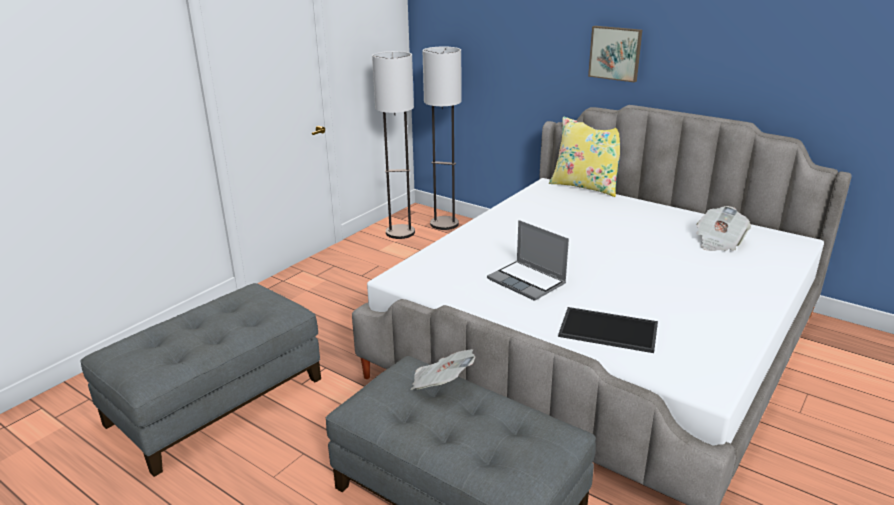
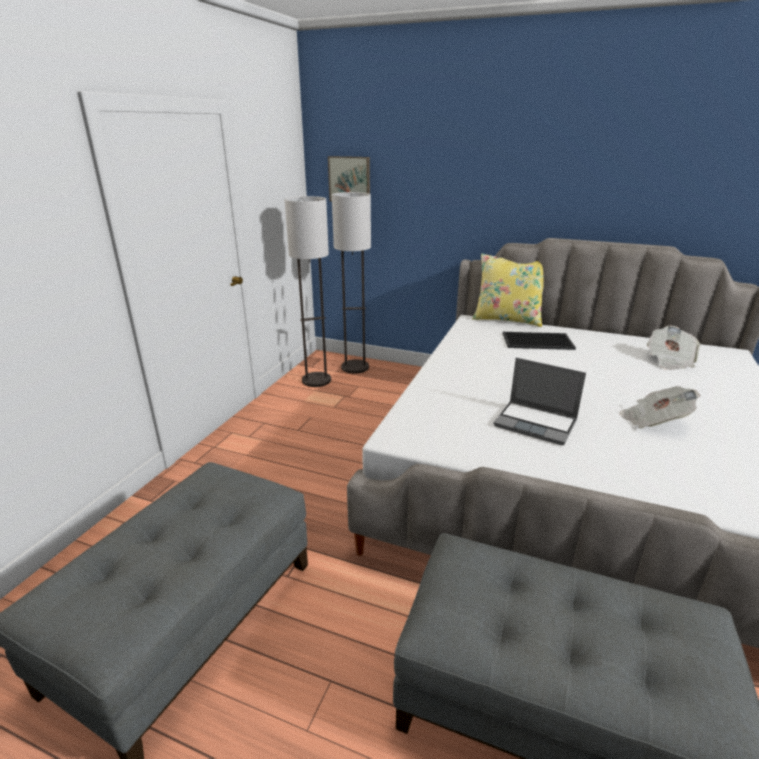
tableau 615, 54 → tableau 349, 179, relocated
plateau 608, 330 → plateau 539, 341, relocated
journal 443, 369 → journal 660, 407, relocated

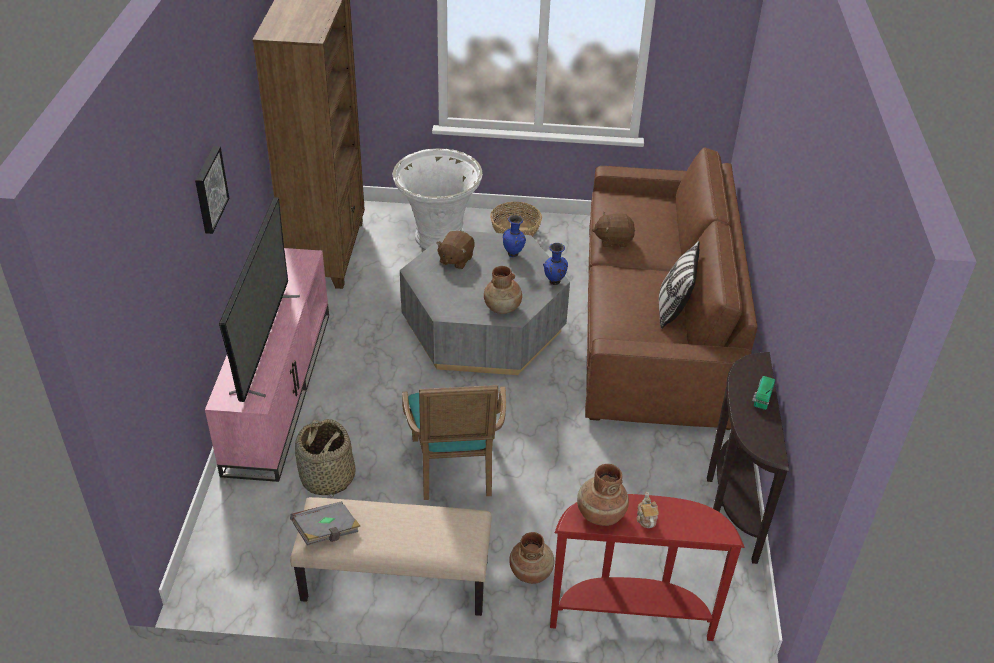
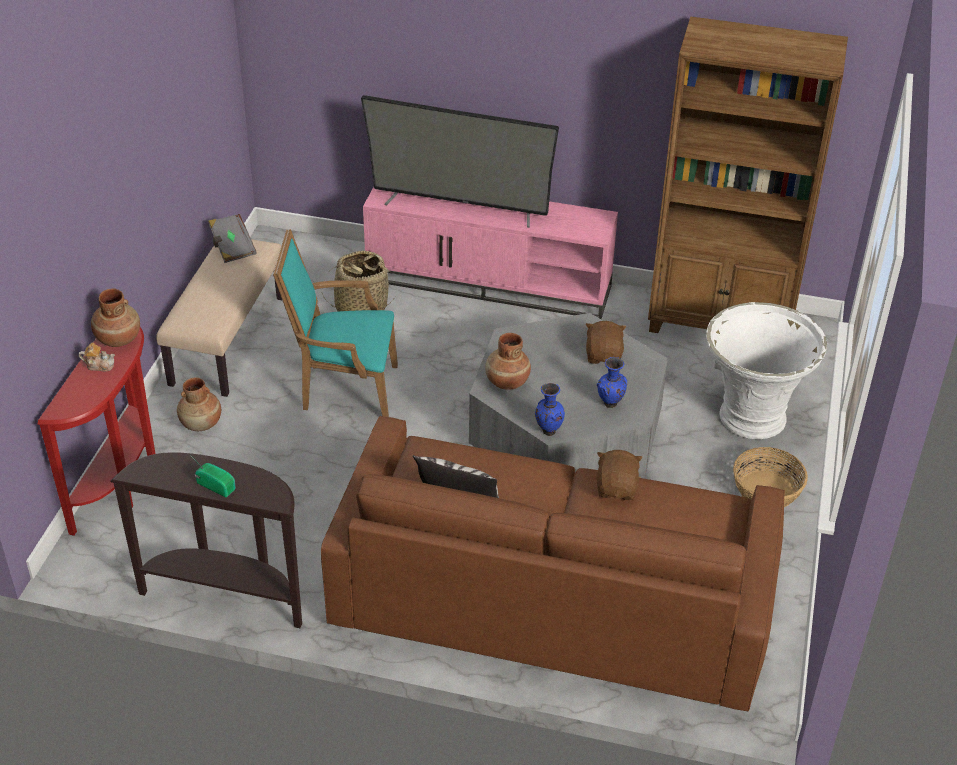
tableau 212, 190 → -
peluche [marron] 455, 250 → peluche [marron] 605, 342, 60 degrees clockwise

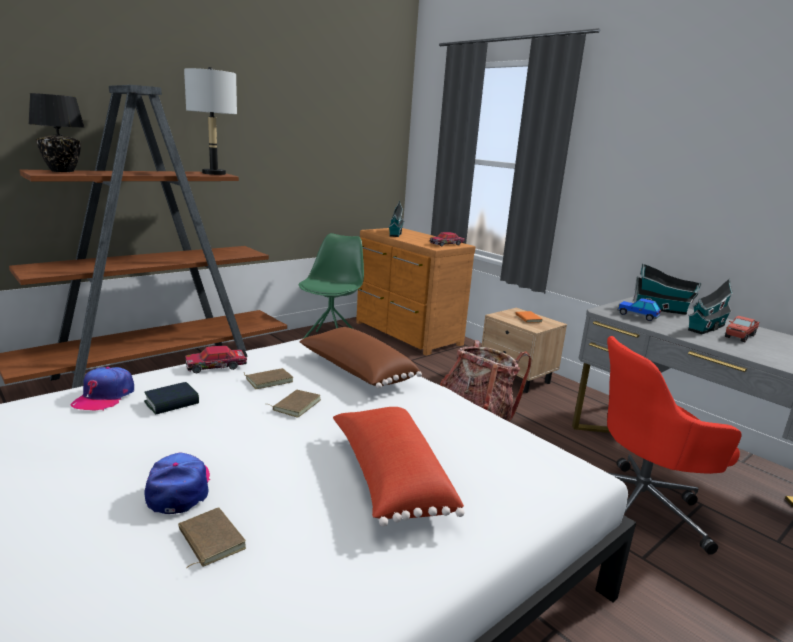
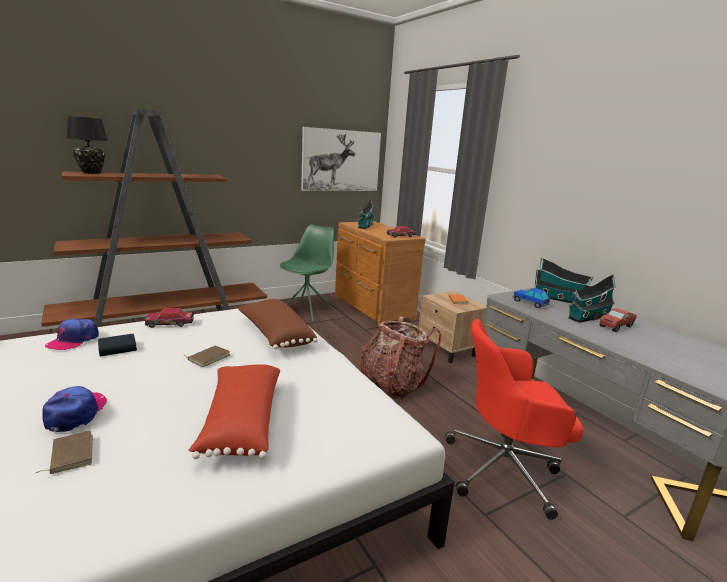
lampe de table [gris] 210, 121 → -
livre [marron] 268, 378 → -
- → tableau 341, 159

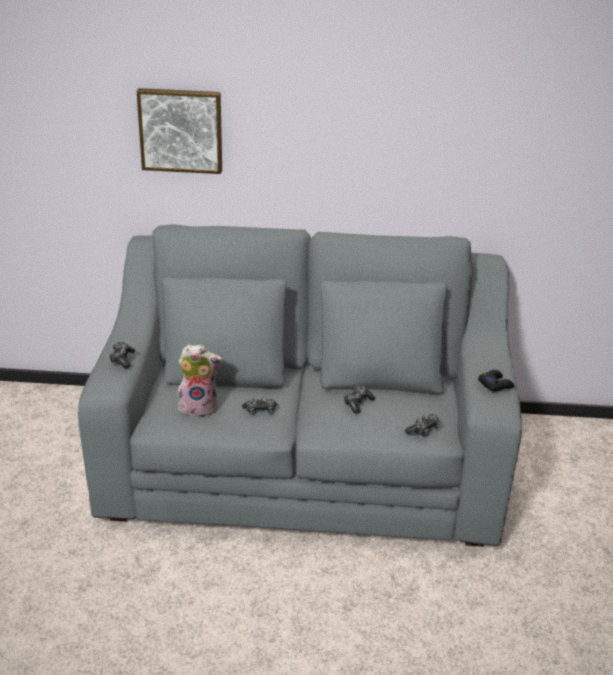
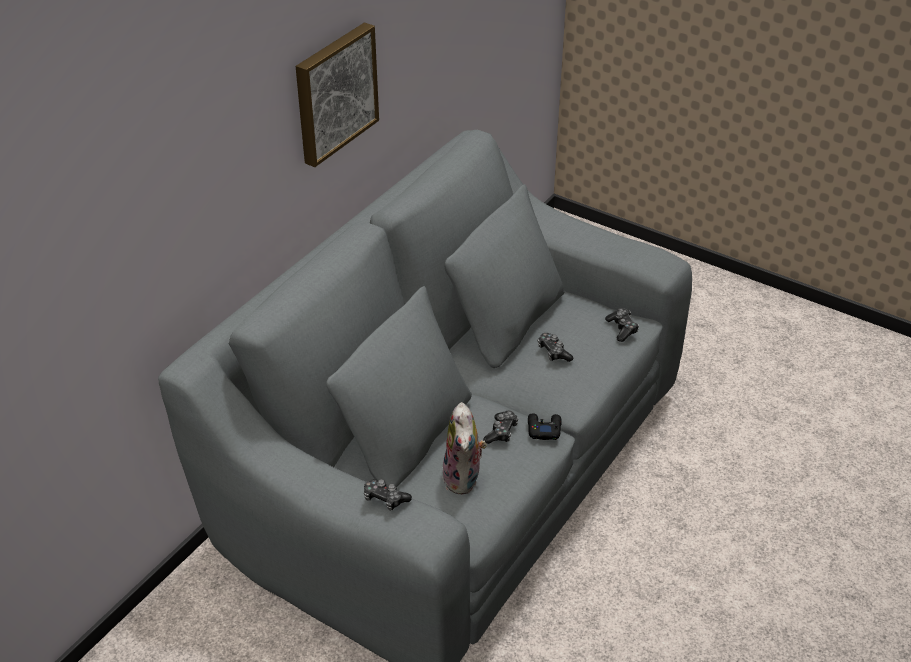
tableau 179, 131 → tableau 337, 95, relocated
peluche 199, 381 → peluche 464, 448, 150 degrees clockwise
manette [noir] 496, 381 → manette [noir] 545, 426, relocated

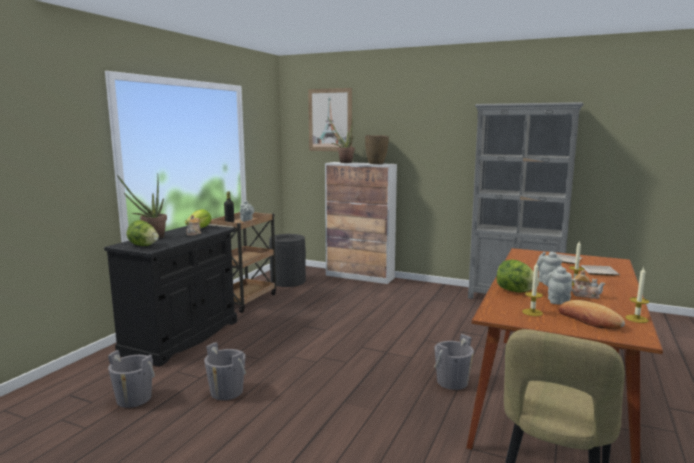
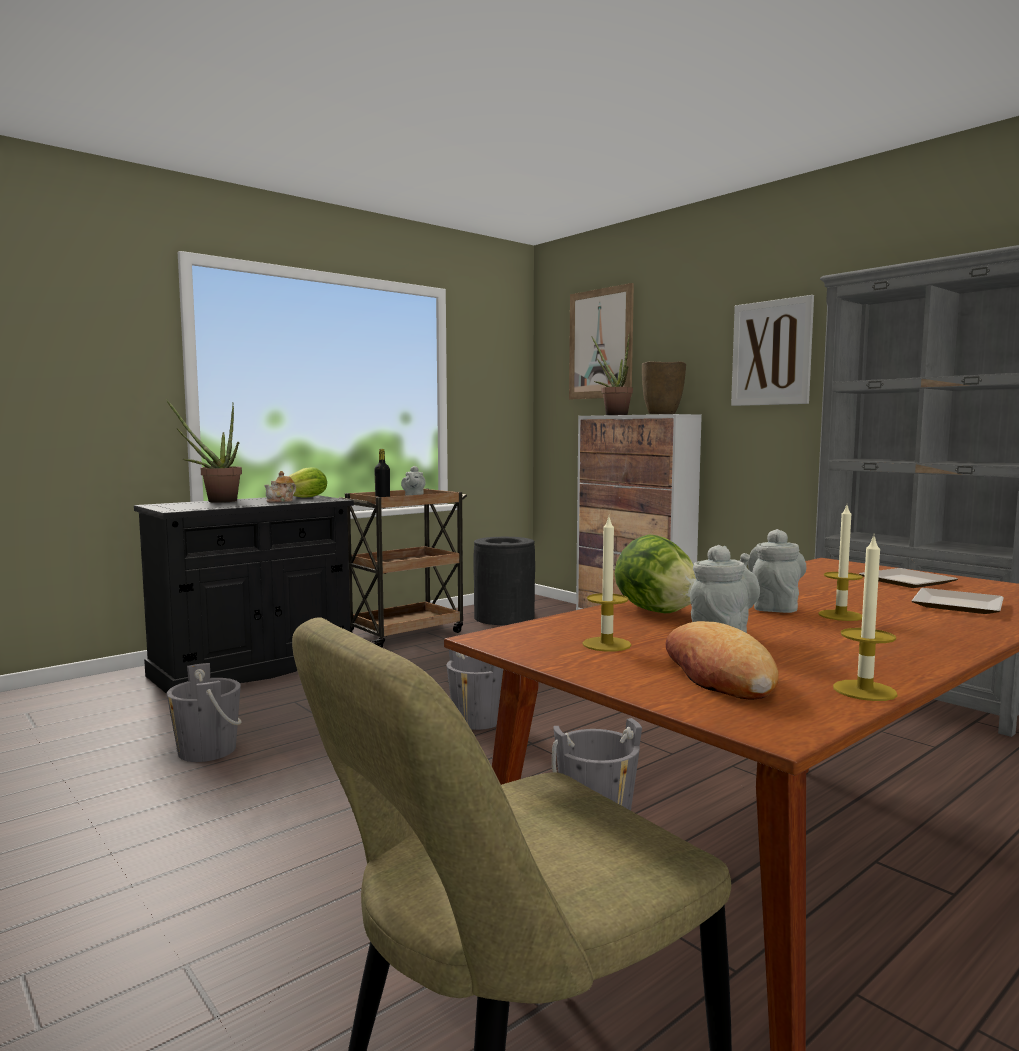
laitue 143, 233 → -
théière 589, 284 → -
seau [gris] 131, 379 → seau [gris] 474, 689, relocated
- → tableau 772, 350

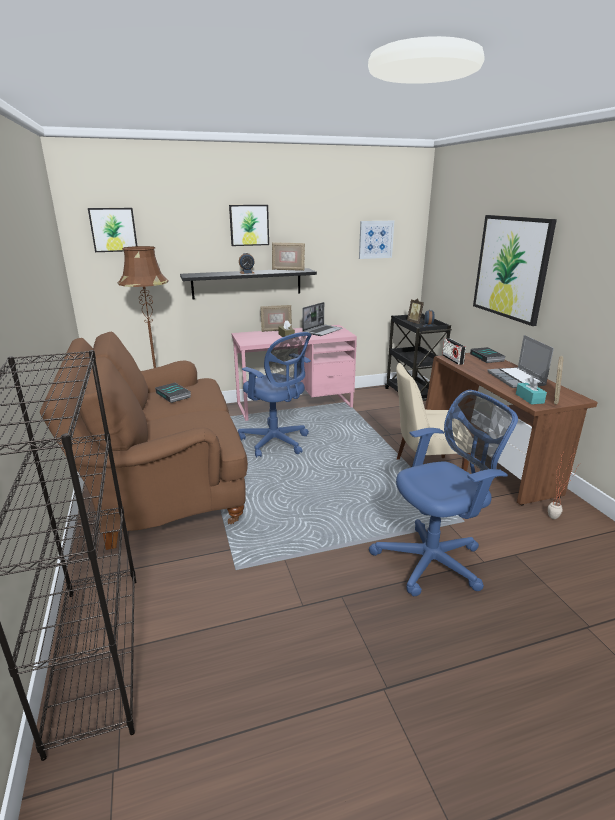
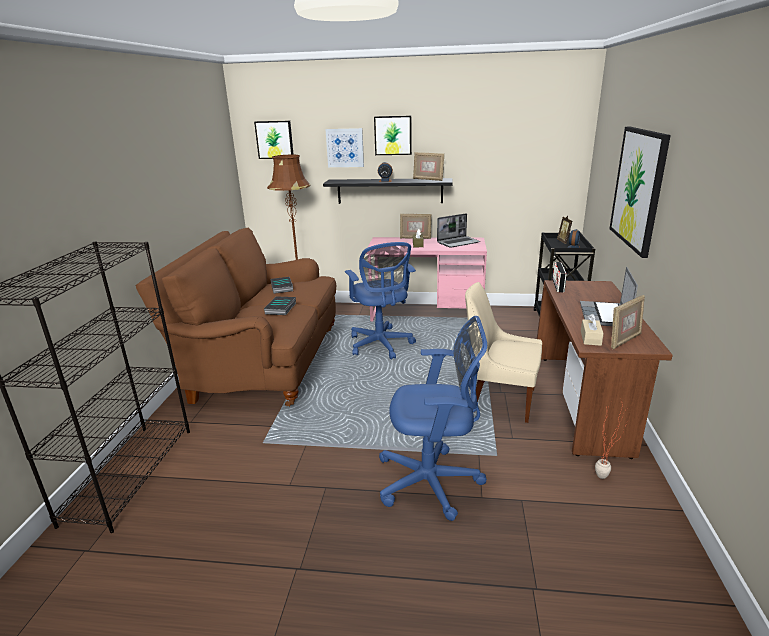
tableau 376, 240 → tableau 345, 147, relocated
livre 487, 355 → livre 280, 305, relocated
boîte à mouchoirs [turquoise] 531, 391 → boîte à mouchoirs [beige] 592, 330

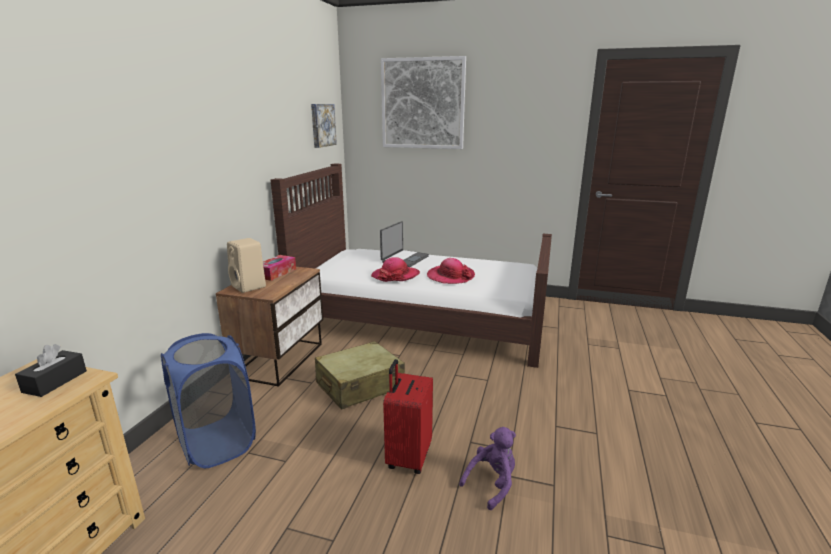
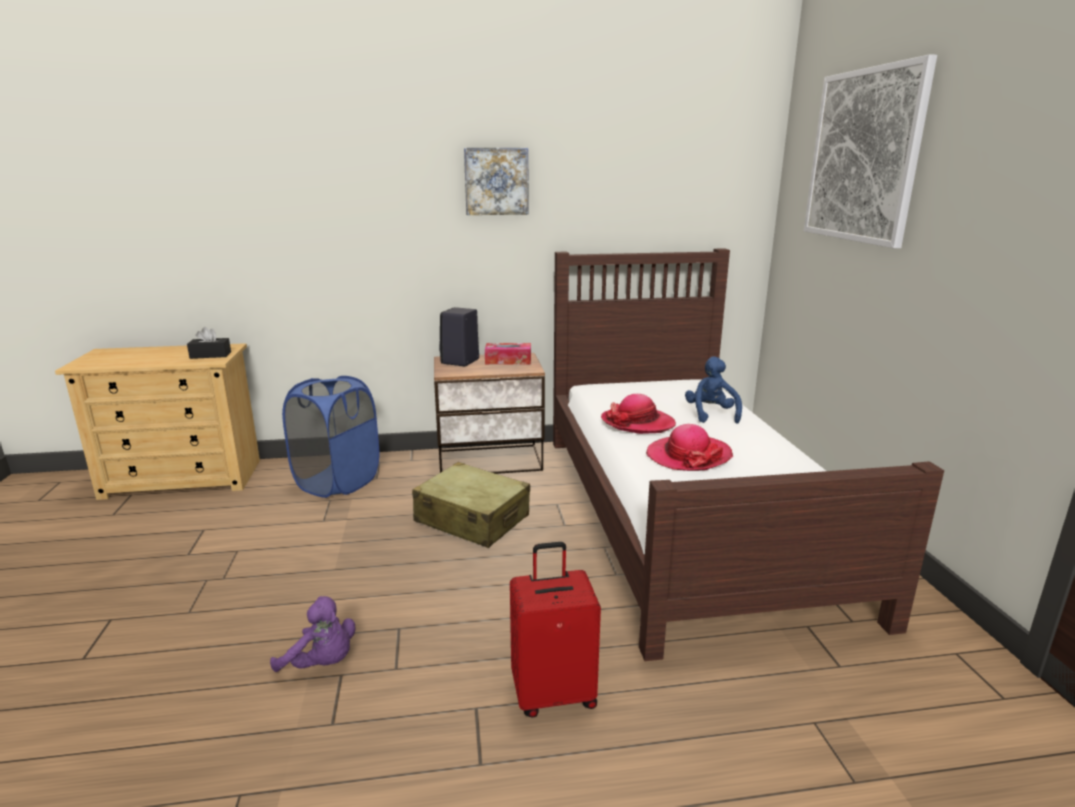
tableau 324, 126 → tableau 496, 181, relocated
ordinateur portable 404, 244 → peluche [bleu] 713, 390
enceinte [beige] 246, 265 → enceinte [noir] 459, 336
valise [rouge] 408, 416 → valise [rouge] 555, 630, relocated

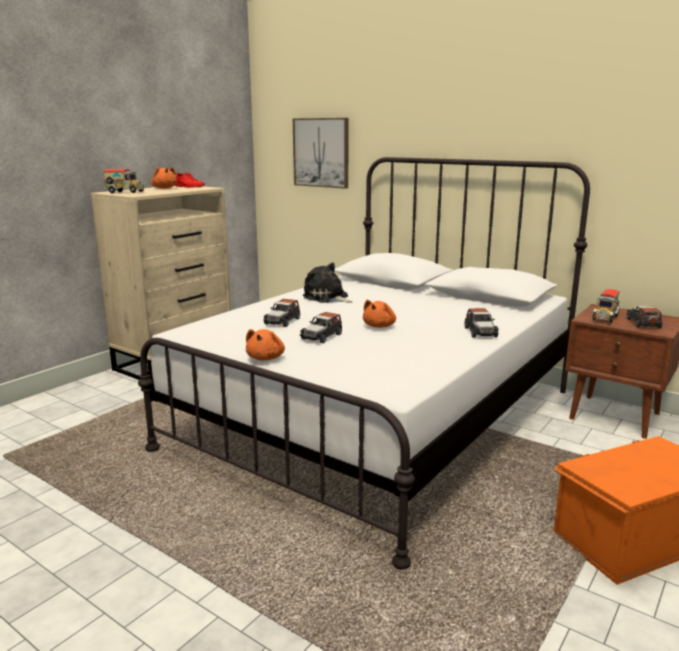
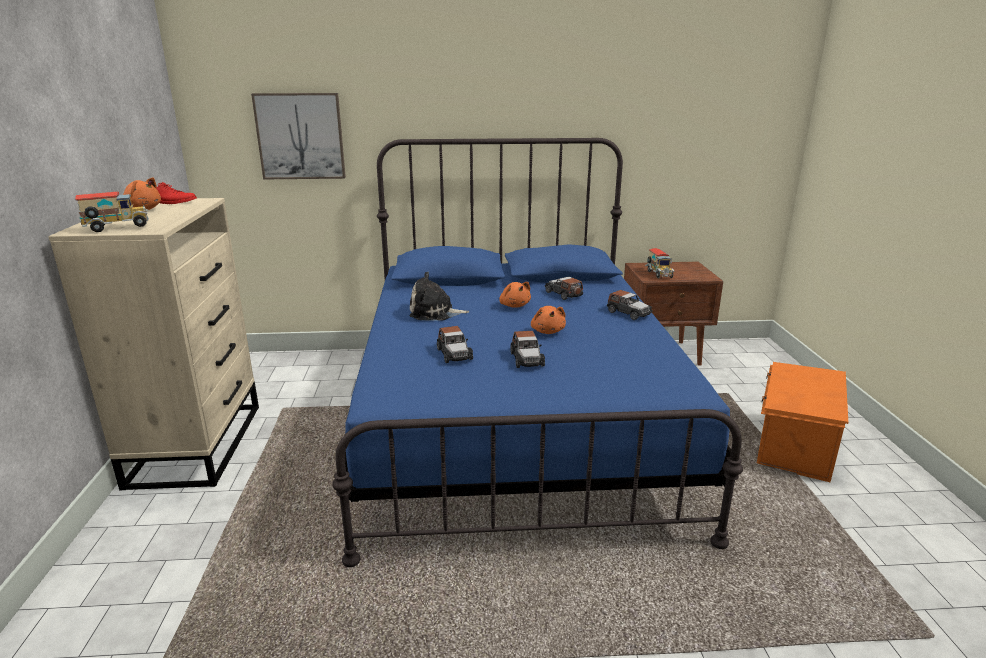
lit [blanc] 364, 363 → lit [bleu] 537, 352
petite voiture 644, 317 → petite voiture 564, 288, relocated
peluche [orange] 265, 344 → peluche [orange] 515, 295, relocated

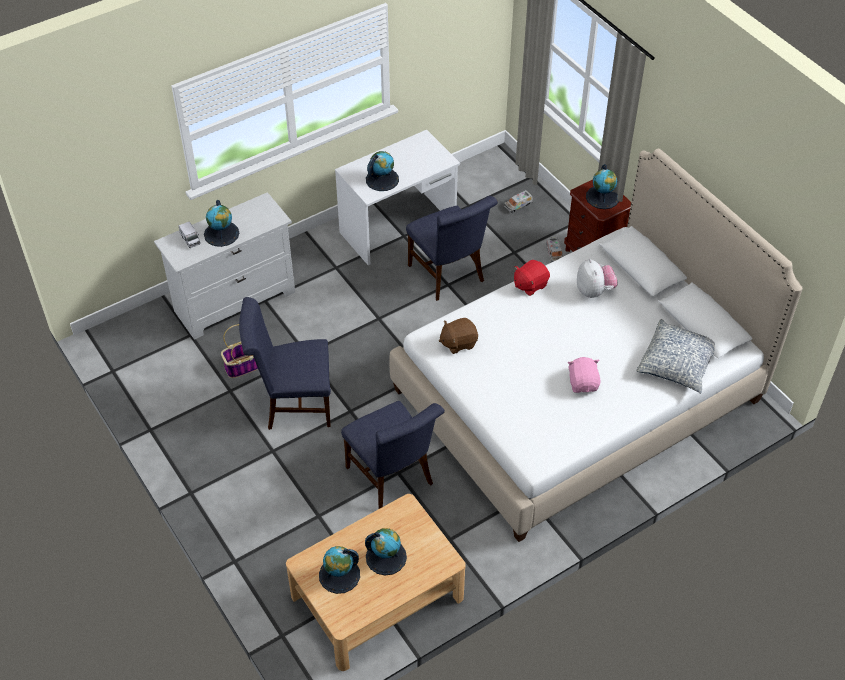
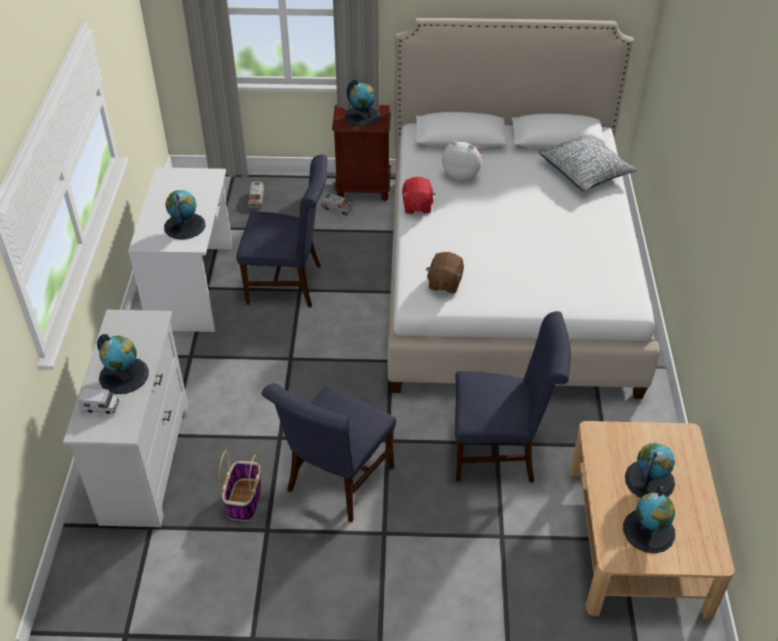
peluche [rose] 584, 375 → -

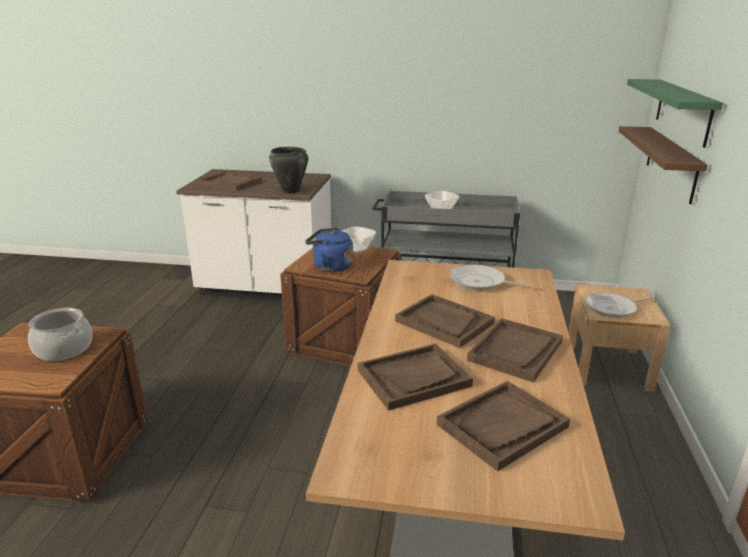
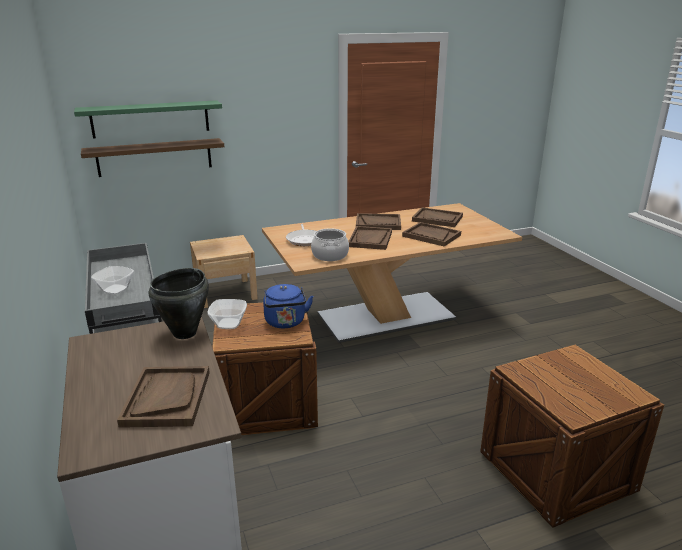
poêle 619, 305 → -
marmite 60, 334 → marmite 330, 244, relocated

